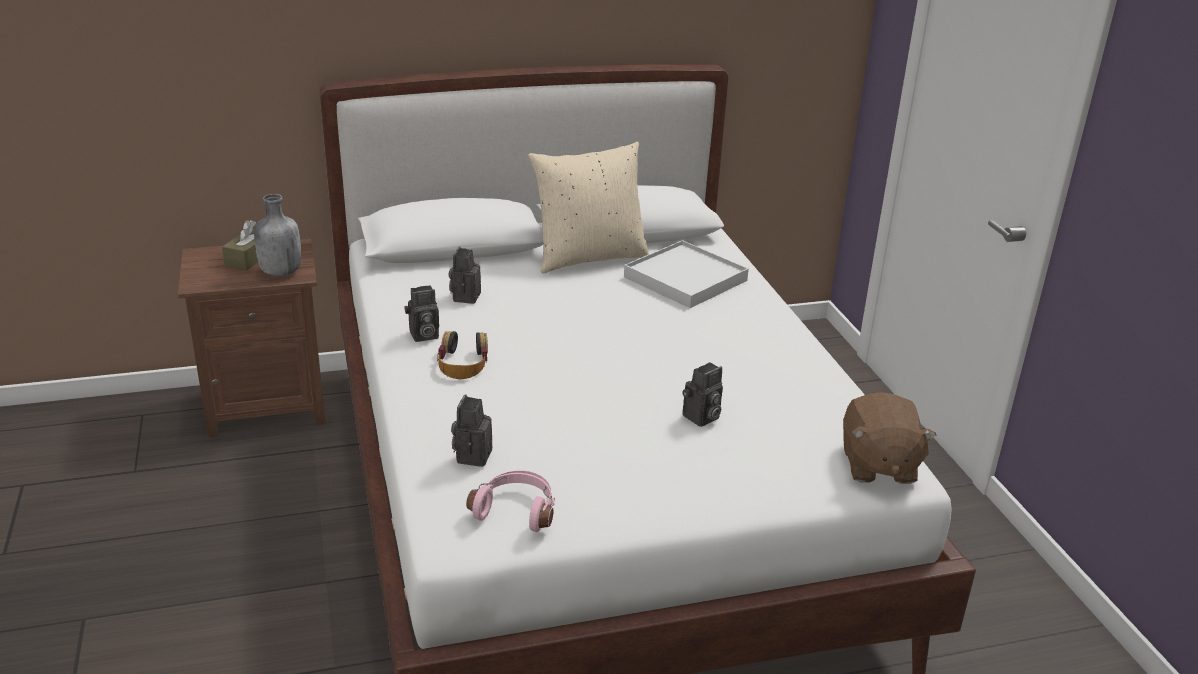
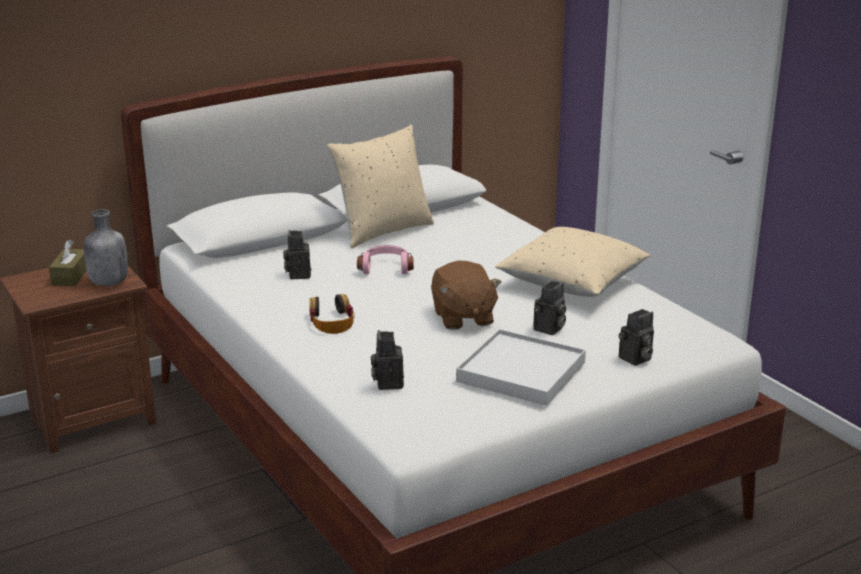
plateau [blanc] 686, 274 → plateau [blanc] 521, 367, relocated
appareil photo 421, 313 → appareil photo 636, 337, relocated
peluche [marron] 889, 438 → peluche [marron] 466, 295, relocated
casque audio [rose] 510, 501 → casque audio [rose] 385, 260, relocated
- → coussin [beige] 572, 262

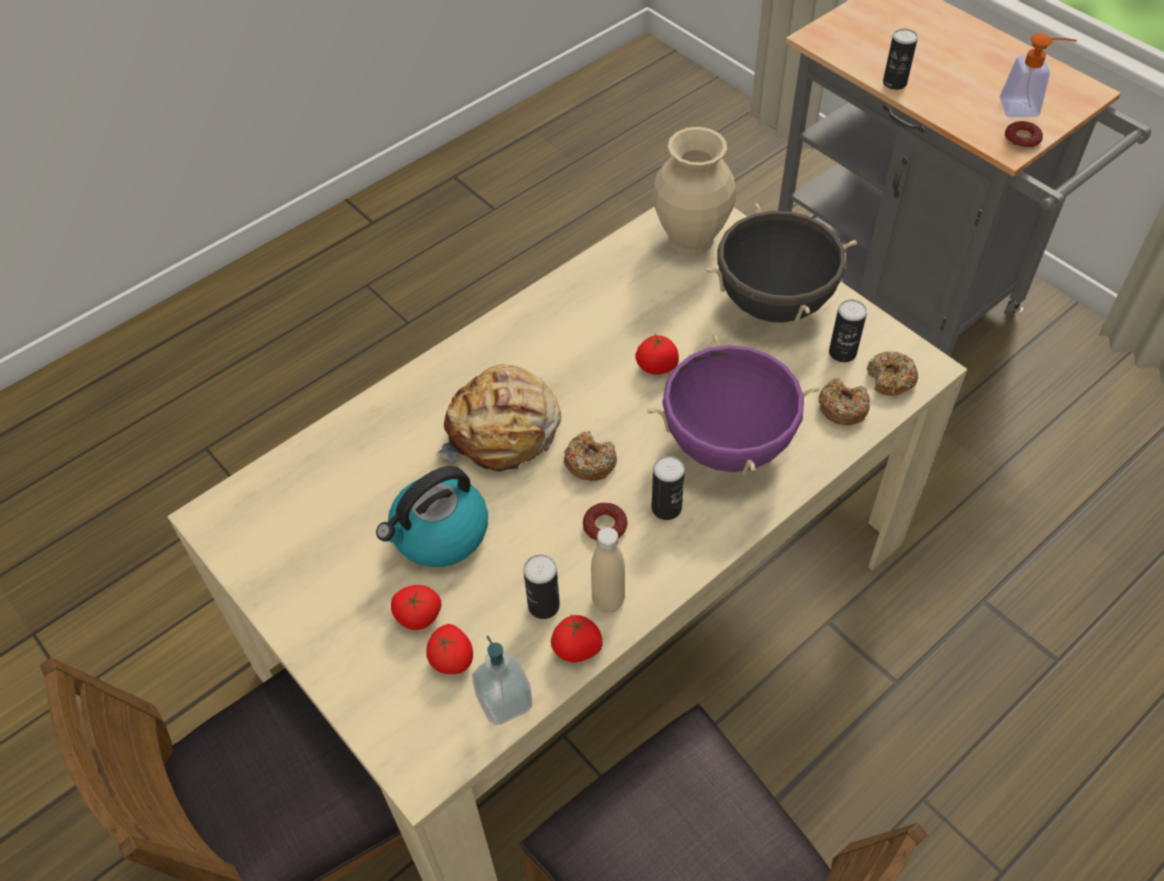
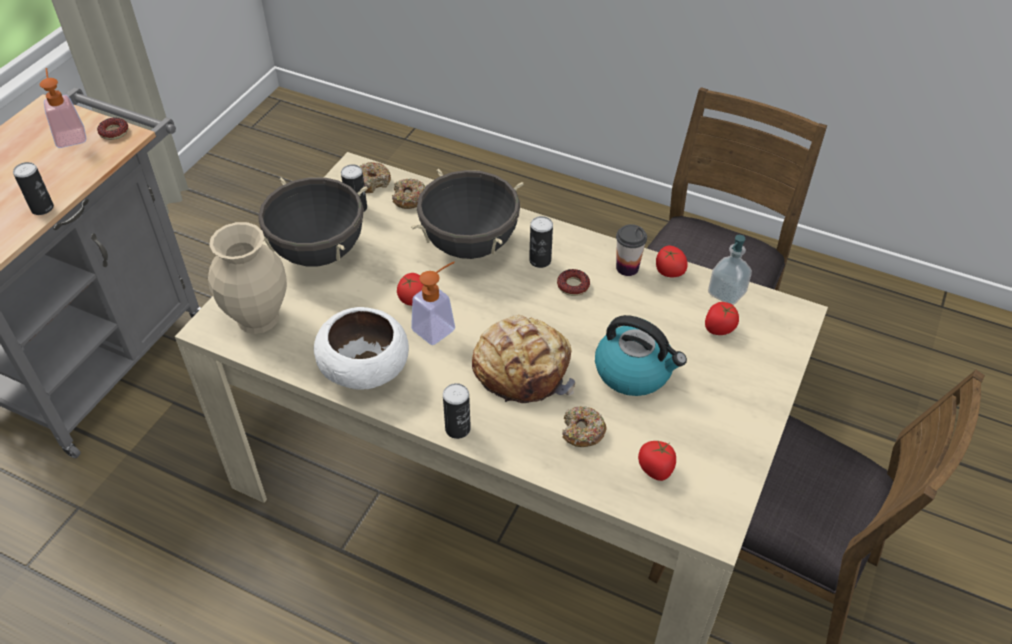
marmite [violet] 733, 404 → marmite [noir] 467, 214
beignet 590, 456 → beignet 584, 426, relocated
bouteille [beige] 608, 570 → tasse 631, 250
boîte métallique 541, 587 → boîte métallique 457, 411, relocated
tomate 416, 607 → tomate 657, 461, relocated
- → distributeur de savon 433, 303
- → bol [blanc] 361, 348

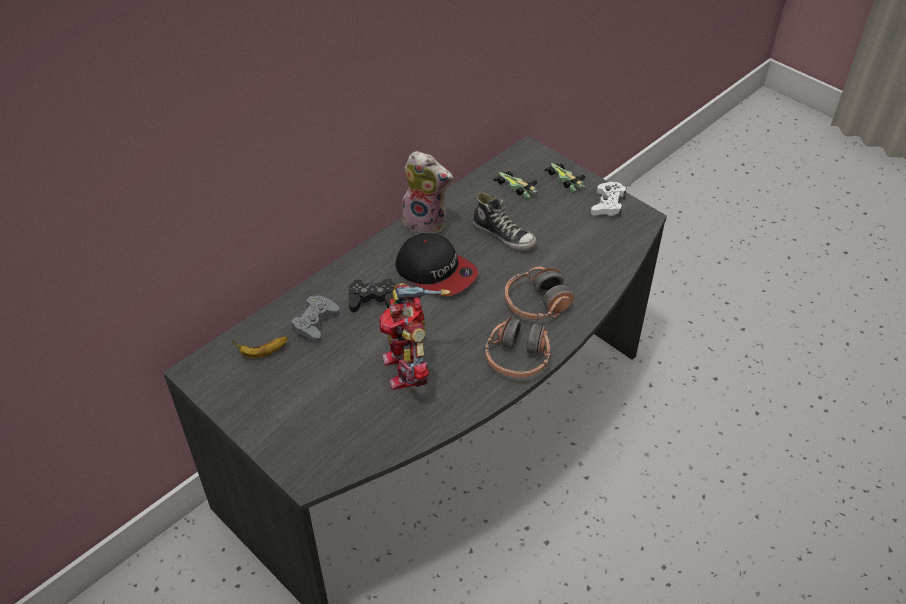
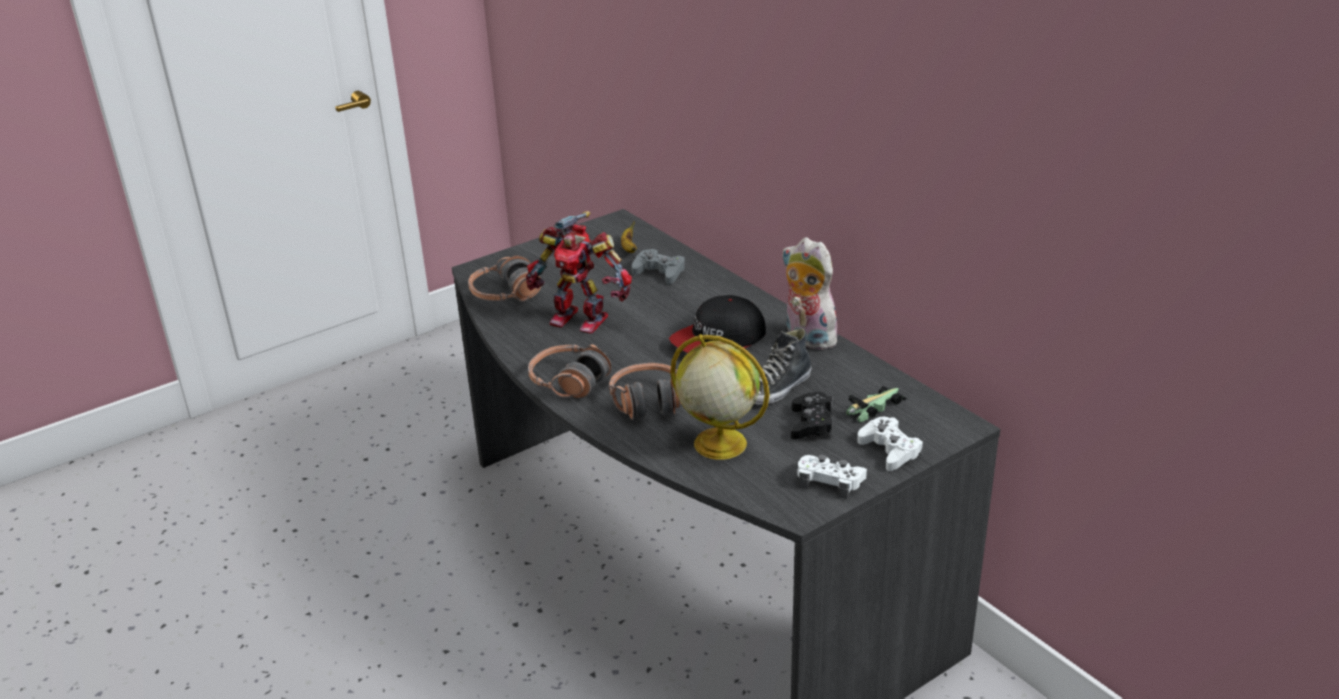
peluche 427, 193 → peluche 809, 293, 105 degrees clockwise
petite voiture 564, 178 → manette [blanc] 890, 444
manette [noir] 372, 295 → manette [noir] 812, 415, relocated
robot jouet 414, 336 → robot jouet 579, 272, 150 degrees counterclockwise
- → casque audio 505, 278
- → globe 720, 397

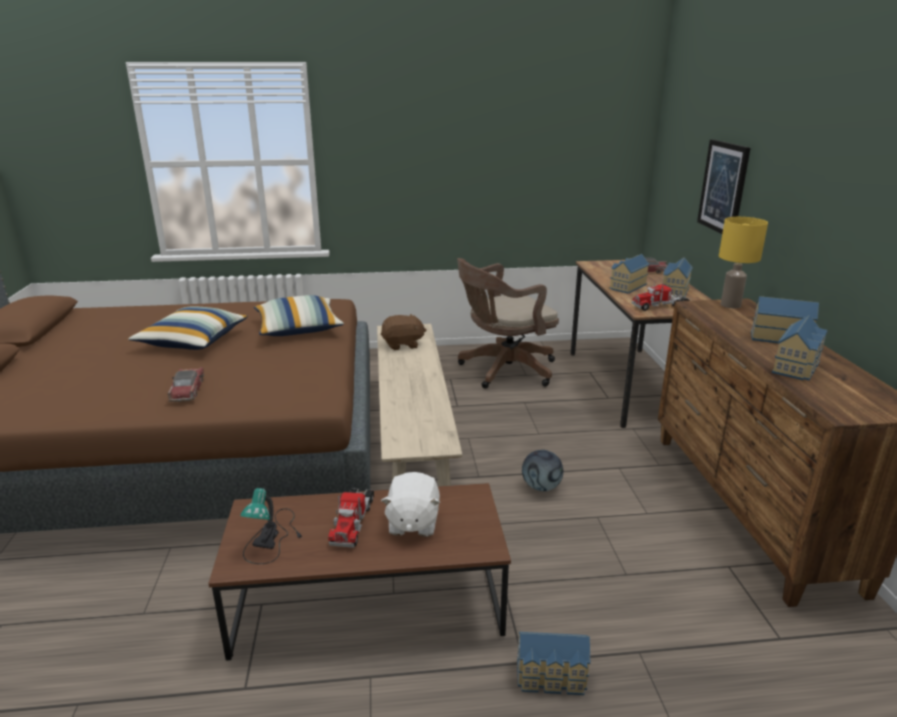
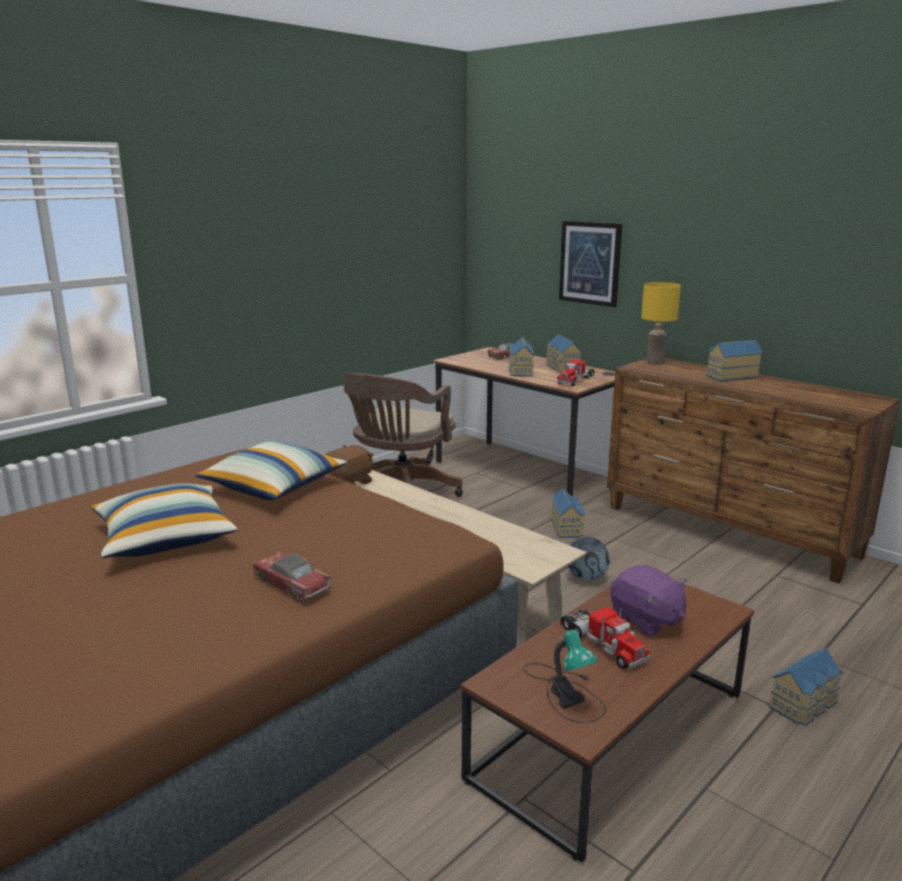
maison miniature 799, 347 → maison miniature 568, 513, relocated
peluche [blanc] 410, 504 → peluche [violet] 648, 601

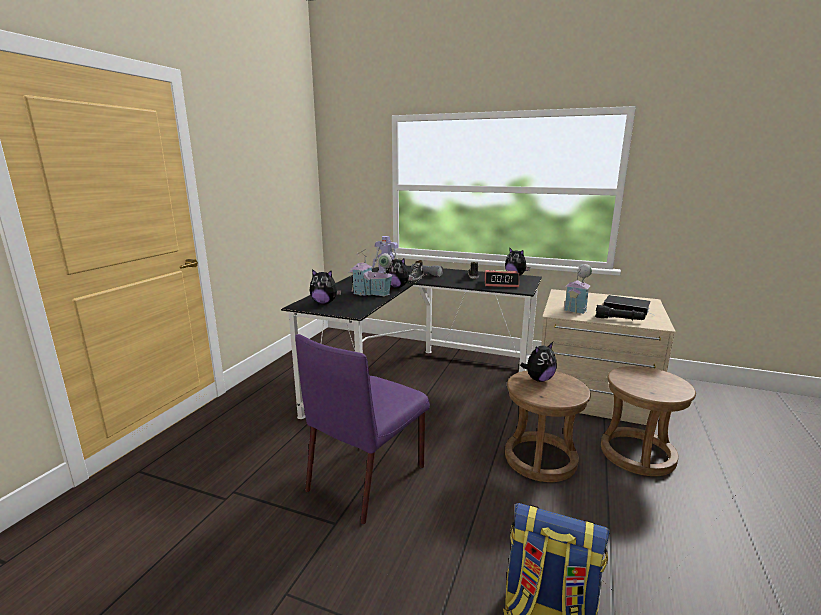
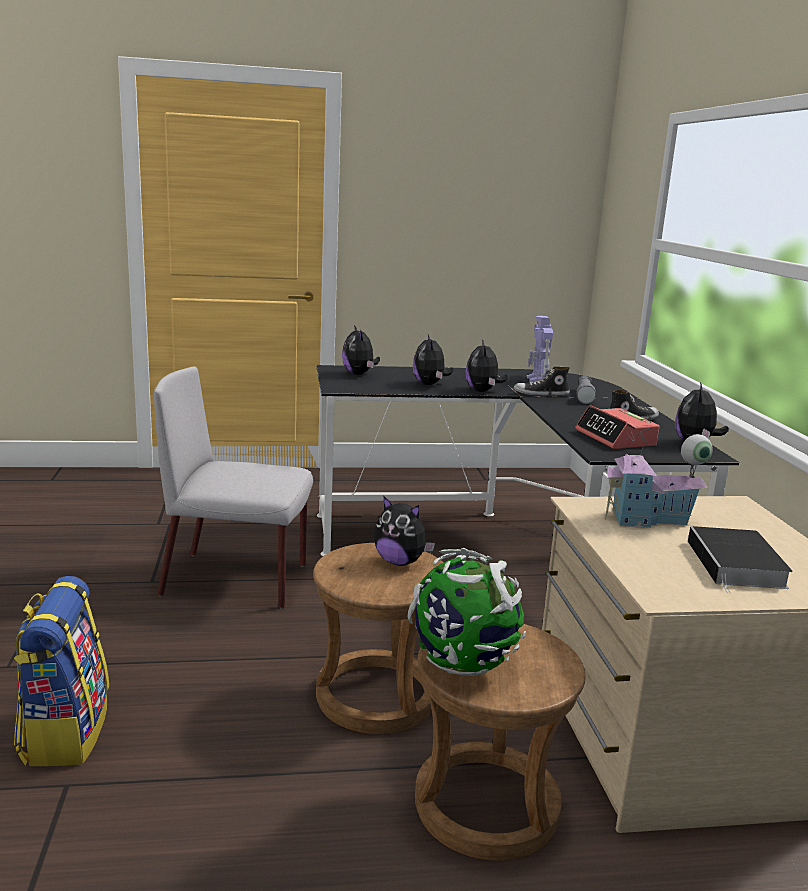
maison miniature 371, 272 → peluche 433, 359
lampe de poche [noir] 620, 313 → -
chaise [violet] 362, 429 → chaise [gris] 233, 488
- → globe 466, 612

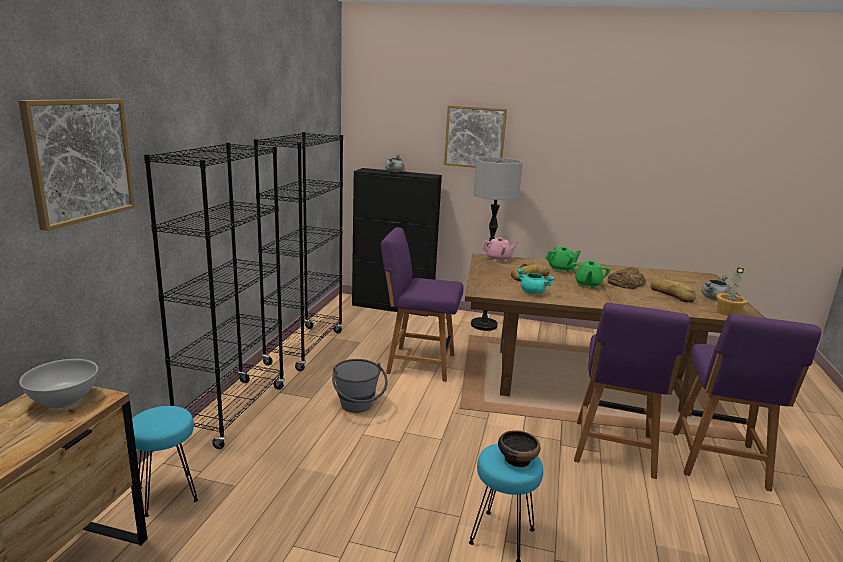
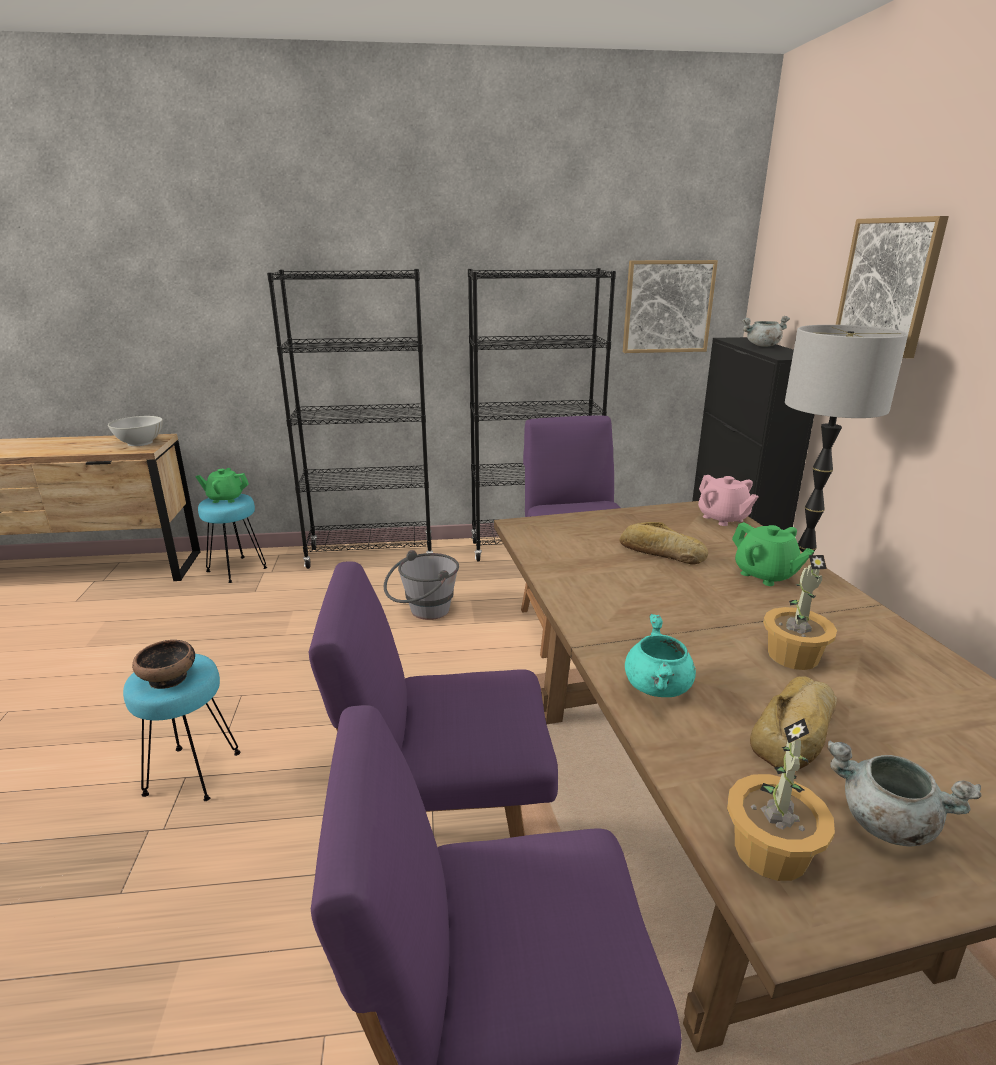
tableau 76, 165 → tableau 670, 306, relocated
théière [vert] 590, 274 → théière [vert] 222, 485, relocated
pain 627, 278 → plante en pot 800, 612
marmite [turquoise] 535, 281 → marmite [turquoise] 660, 655, relocated

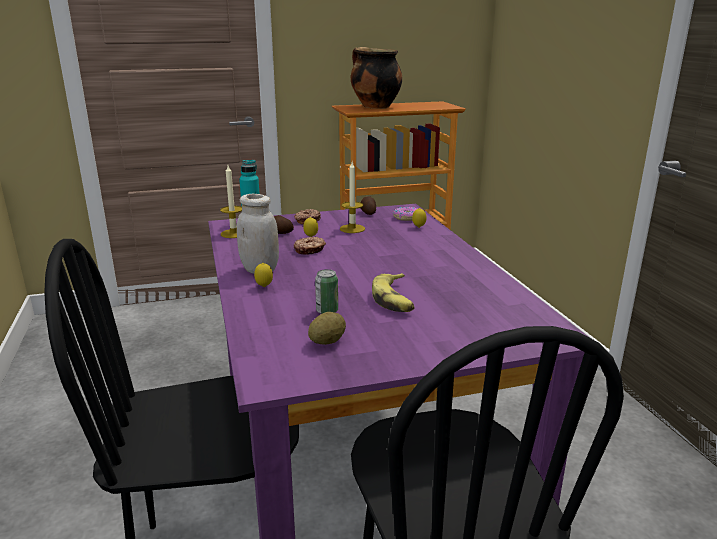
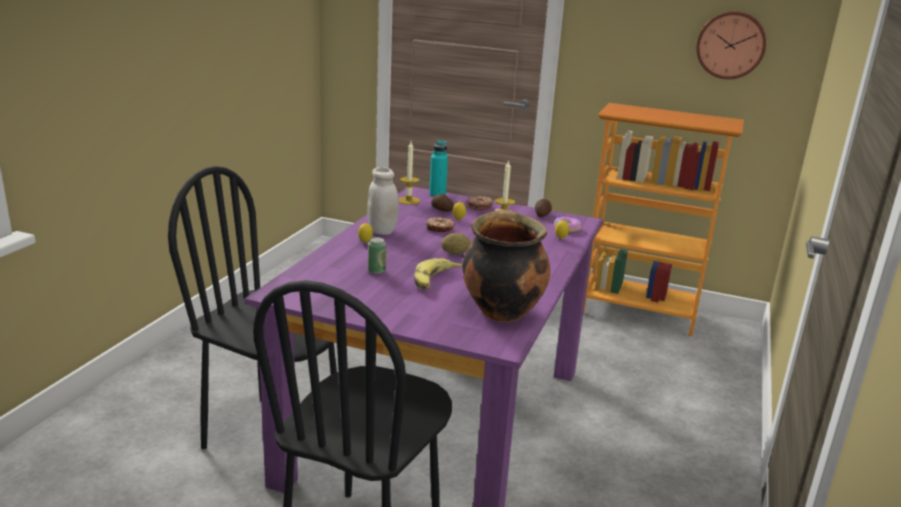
marmite 376, 78 → marmite 506, 265, relocated
pomme de terre 327, 328 → pomme de terre 456, 243, relocated
- → horloge murale 731, 45

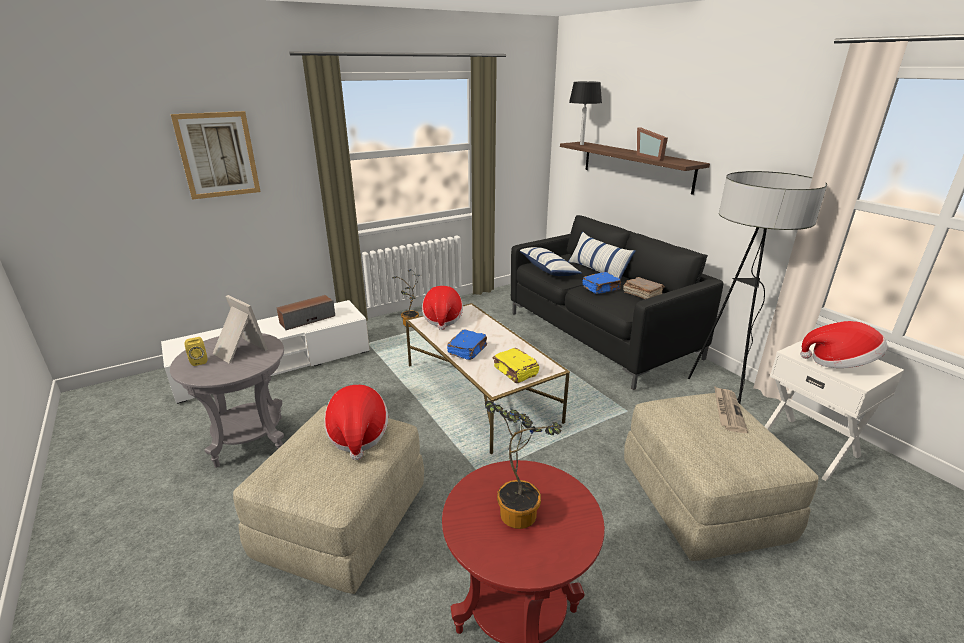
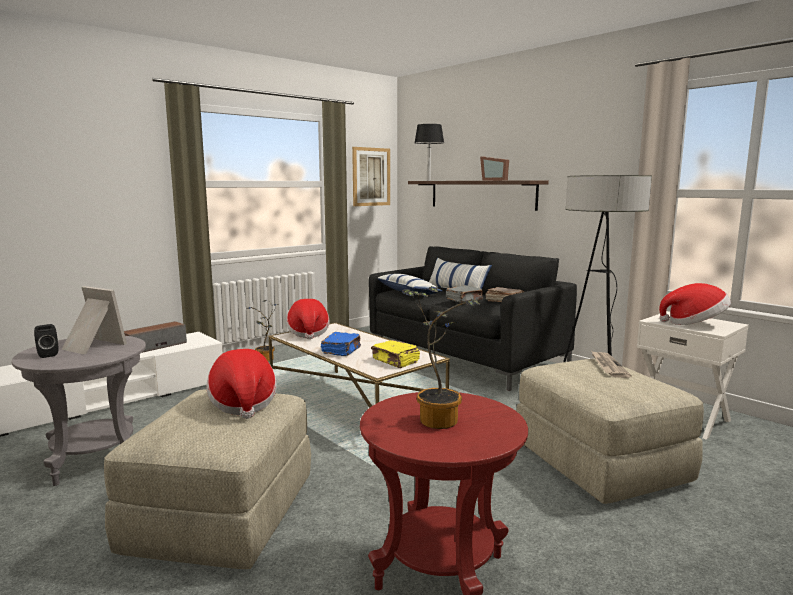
tableau 216, 155 → tableau 371, 176, relocated
livre [bleu] 602, 283 → livre [gris] 464, 293
enceinte [jaune] 196, 351 → enceinte [noir] 46, 341

